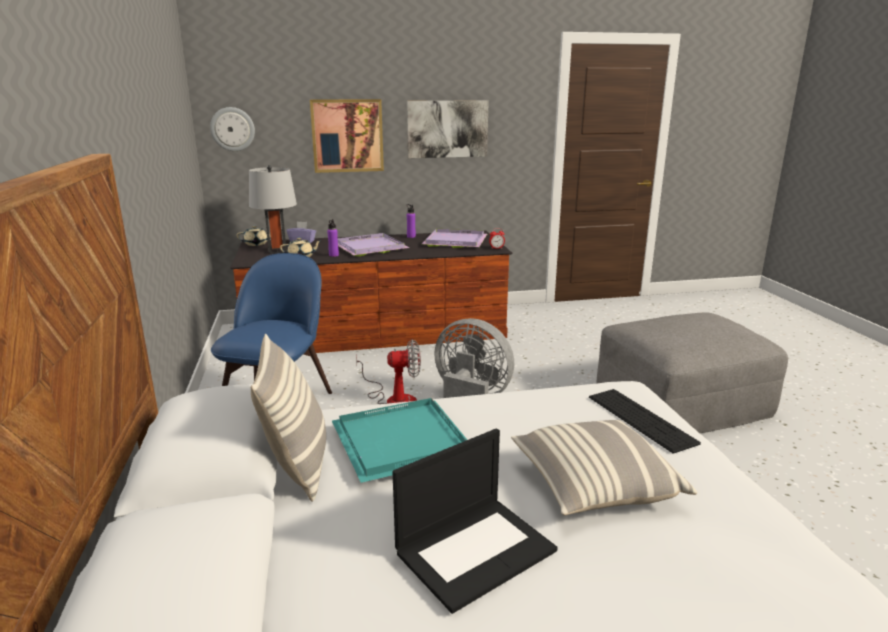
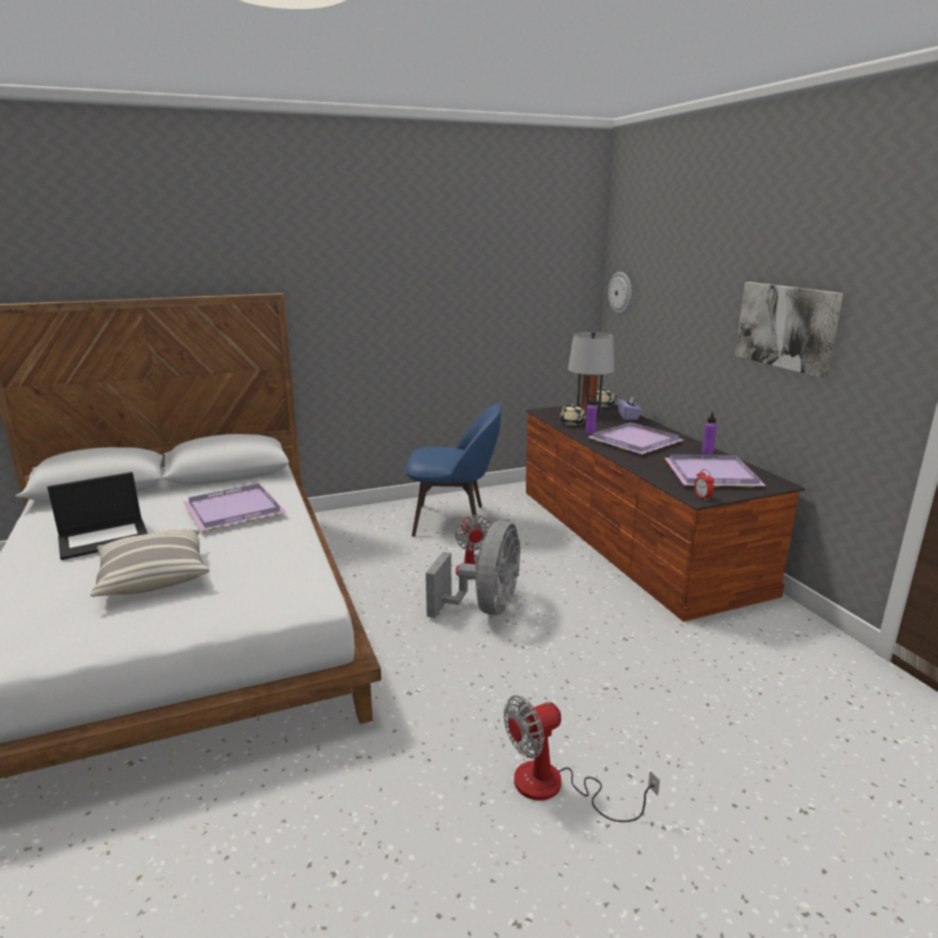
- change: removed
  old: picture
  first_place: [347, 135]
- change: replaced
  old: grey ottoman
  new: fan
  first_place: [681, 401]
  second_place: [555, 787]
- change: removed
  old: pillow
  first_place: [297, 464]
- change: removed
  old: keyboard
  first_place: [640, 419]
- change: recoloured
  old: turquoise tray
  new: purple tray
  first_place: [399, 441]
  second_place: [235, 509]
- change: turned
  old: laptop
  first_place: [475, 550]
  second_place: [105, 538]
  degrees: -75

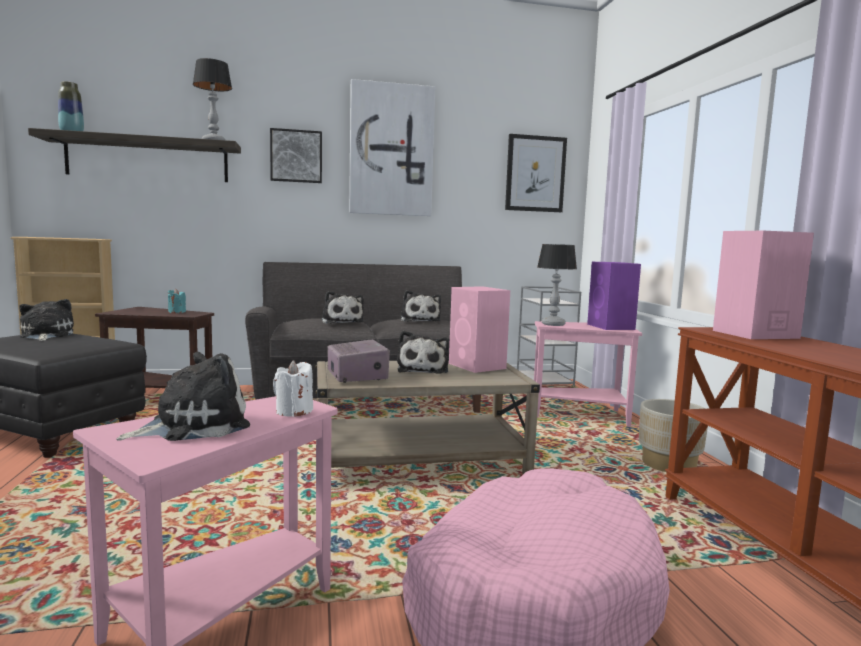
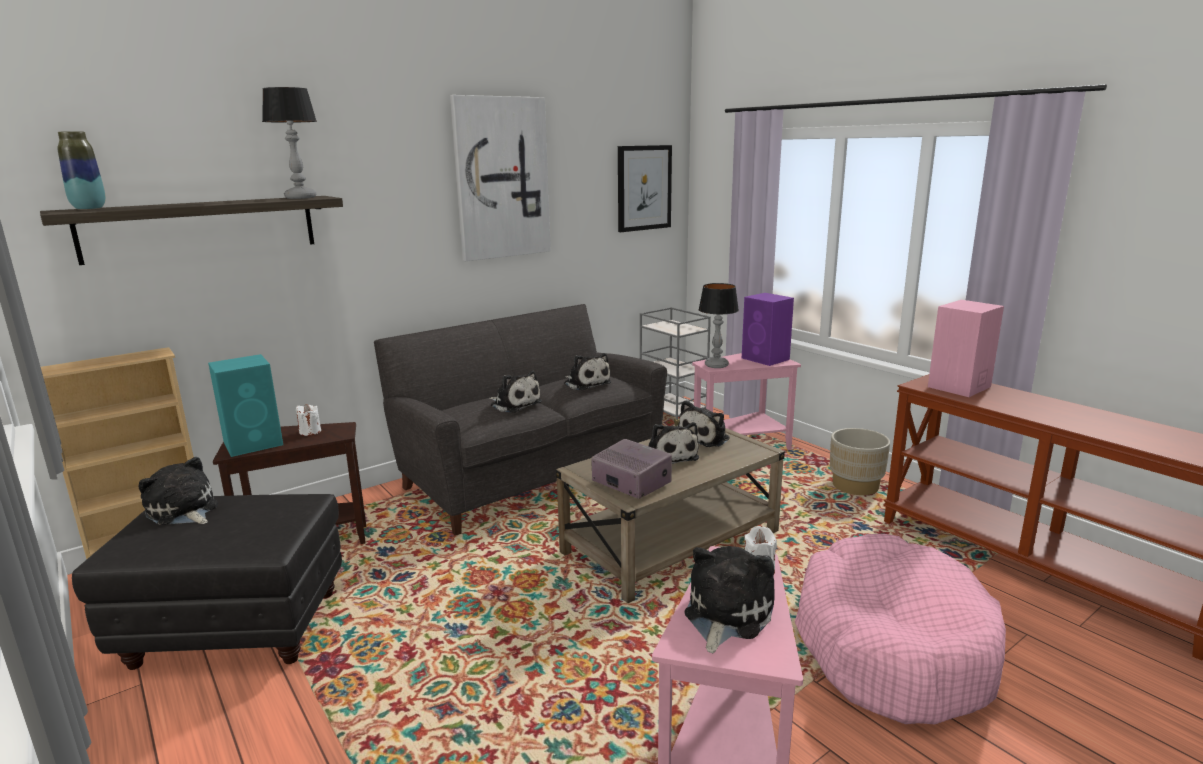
- change: removed
  old: picture
  first_place: [296, 156]
- change: replaced
  old: pink speaker
  new: plush toy
  first_place: [478, 366]
  second_place: [705, 438]
- change: recoloured
  old: turquoise candle
  new: white candle
  first_place: [177, 312]
  second_place: [310, 432]
- change: added
  new: turquoise speaker
  second_place: [255, 443]

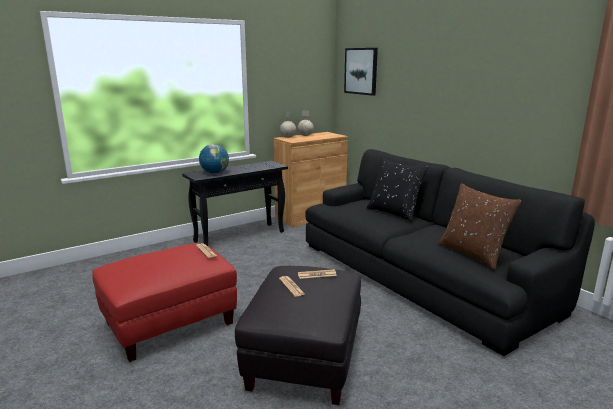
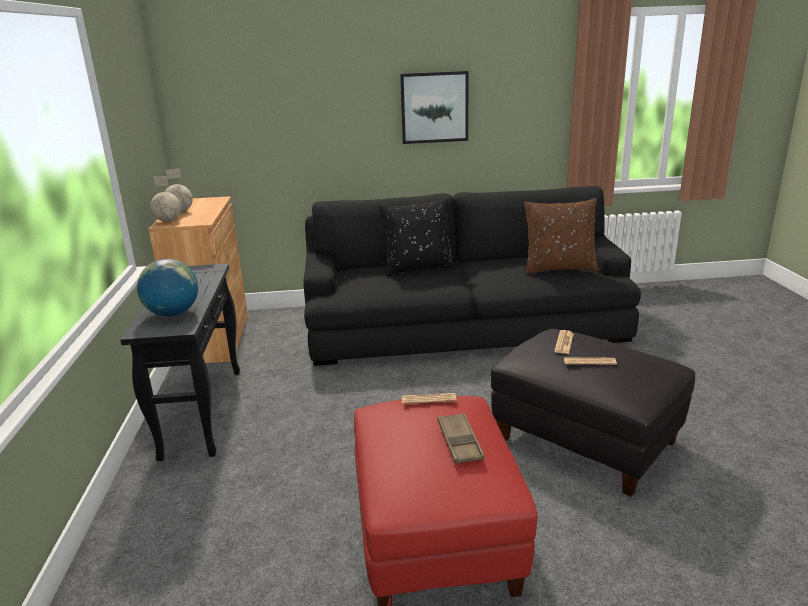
- change: moved
  old: picture
  first_place: [361, 71]
  second_place: [434, 107]
- change: added
  new: brown tray
  second_place: [459, 442]

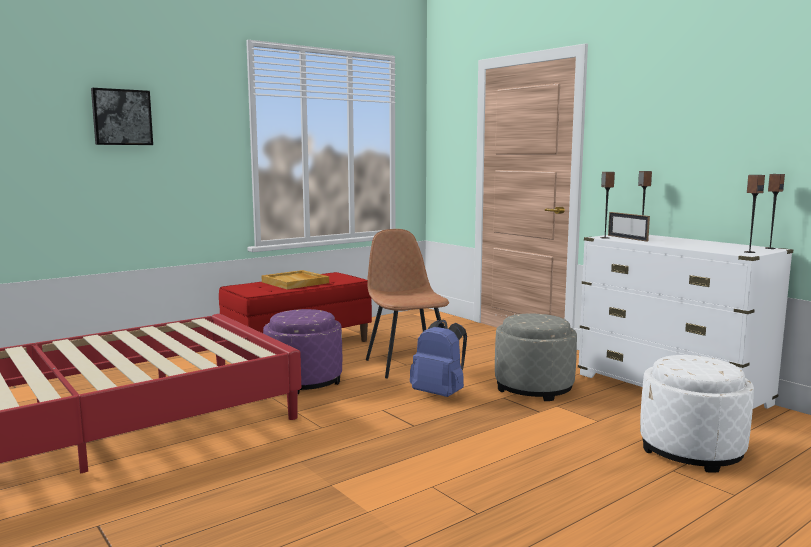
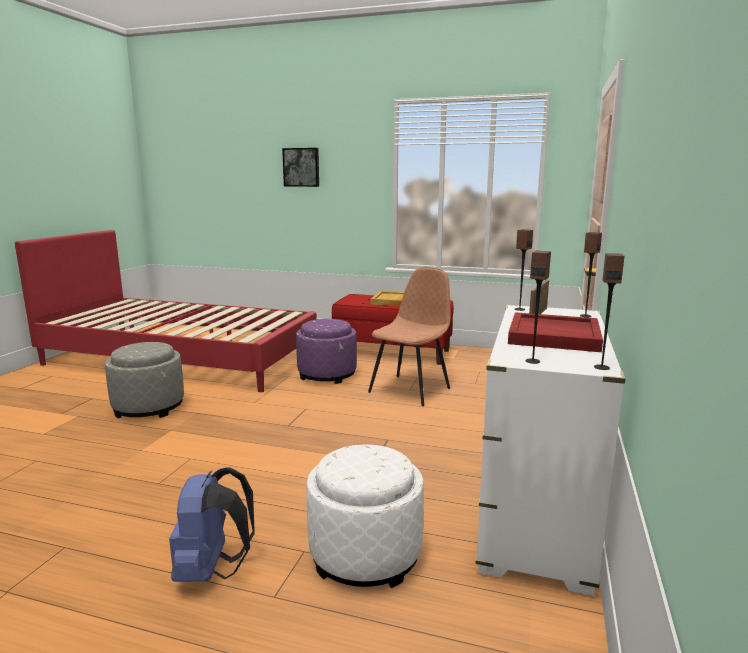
- change: moved
  old: grey ottoman
  first_place: [533, 388]
  second_place: [148, 407]
- change: moved
  old: blue backpack
  first_place: [440, 394]
  second_place: [212, 570]
- change: added
  new: red tray
  second_place: [554, 336]

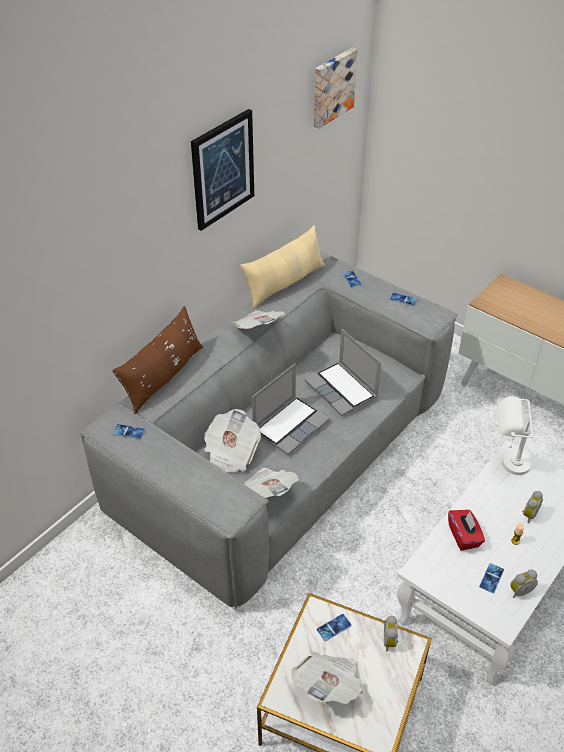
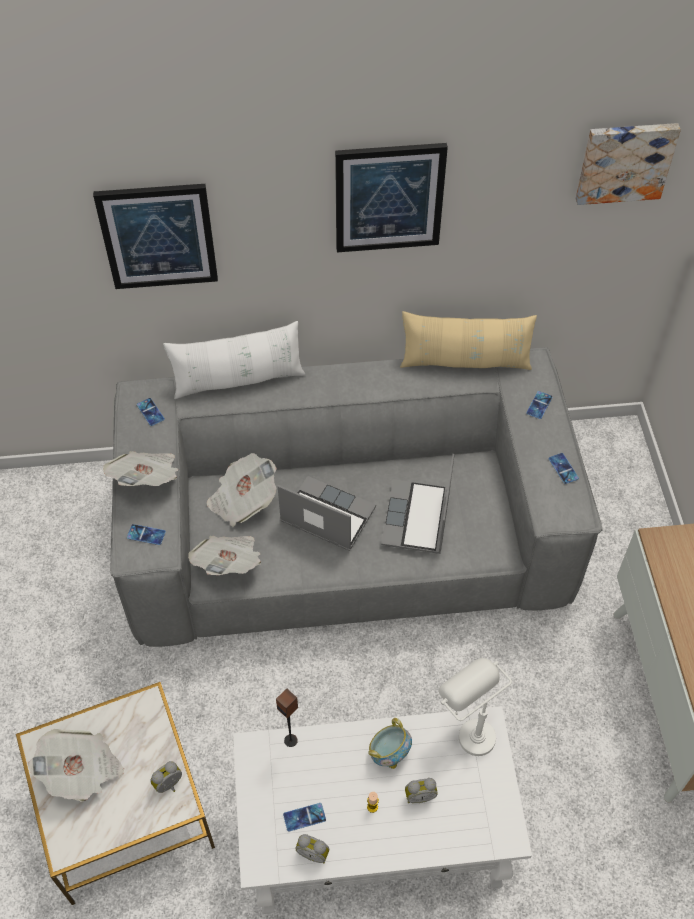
- change: recoloured
  old: brown pillow
  new: white pillow
  first_place: [164, 376]
  second_place: [238, 380]
- change: moved
  old: newspaper
  first_place: [258, 329]
  second_place: [147, 479]
- change: turned
  old: laptop
  first_place: [290, 425]
  second_place: [326, 515]
  degrees: -150
- change: removed
  old: red tissue box
  first_place: [464, 536]
- change: moved
  old: phone
  first_place: [334, 627]
  second_place: [146, 534]
- change: added
  new: picture
  second_place: [158, 236]
- change: added
  new: speaker
  second_place: [291, 740]
- change: added
  new: bowl
  second_place: [389, 753]

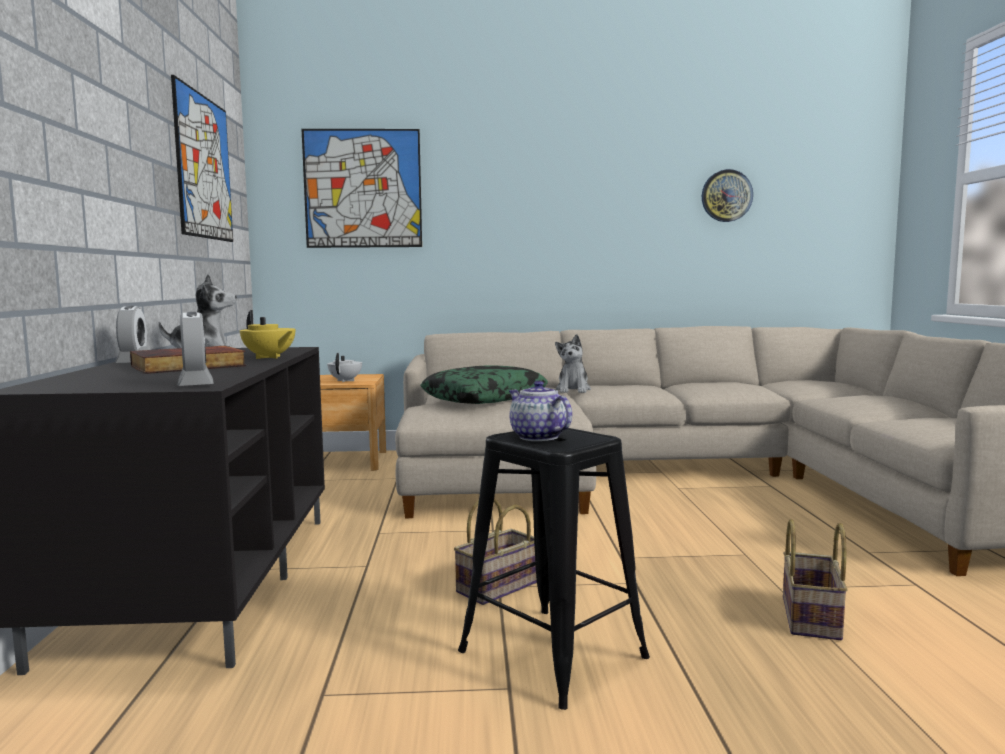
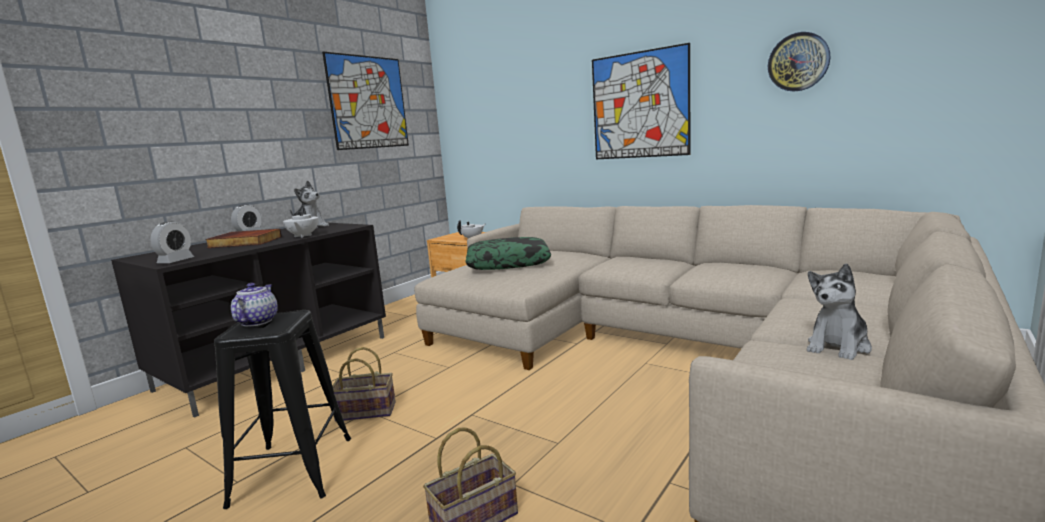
- change: moved
  old: picture
  first_place: [362, 188]
  second_place: [639, 105]
- change: recoloured
  old: yellow teapot
  new: white teapot
  first_place: [269, 357]
  second_place: [303, 236]
- change: moved
  old: plush toy
  first_place: [573, 390]
  second_place: [838, 347]

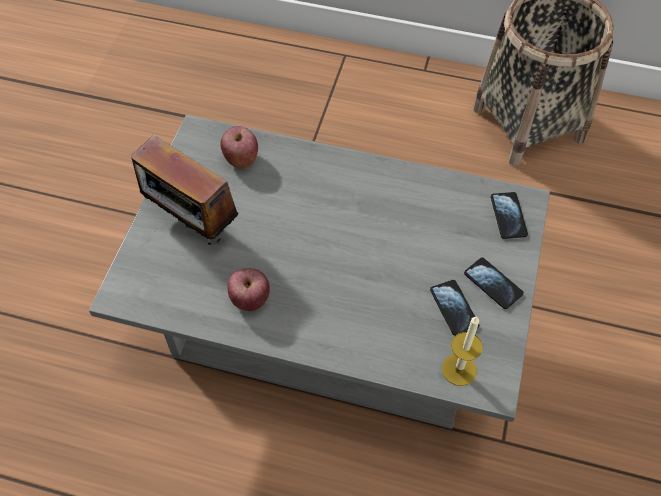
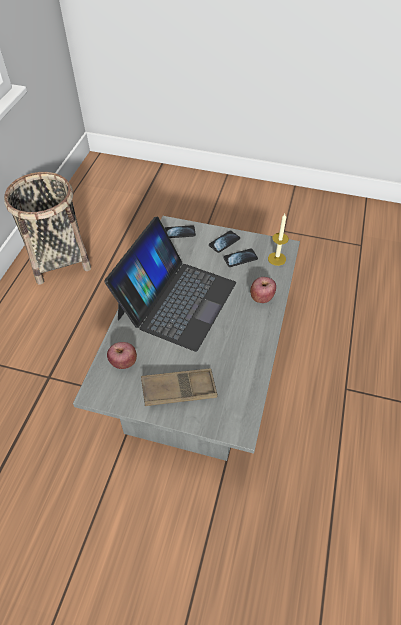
- change: replaced
  old: radio
  new: brown tray
  first_place: [191, 222]
  second_place: [179, 390]
- change: moved
  old: apple
  first_place: [250, 299]
  second_place: [261, 297]
- change: added
  new: laptop
  second_place: [176, 300]

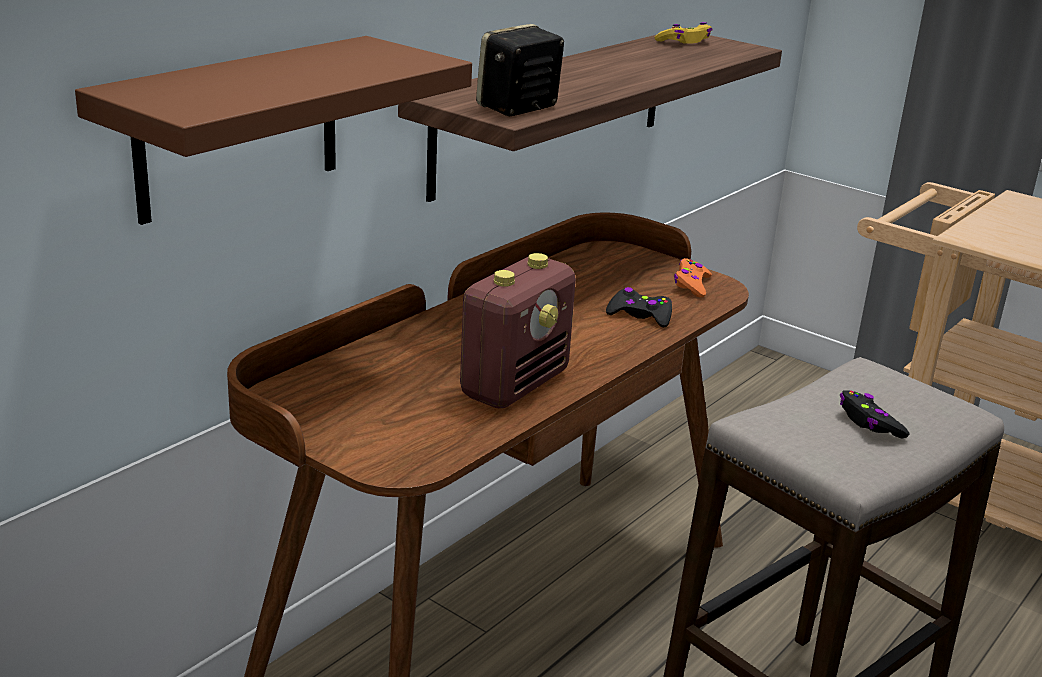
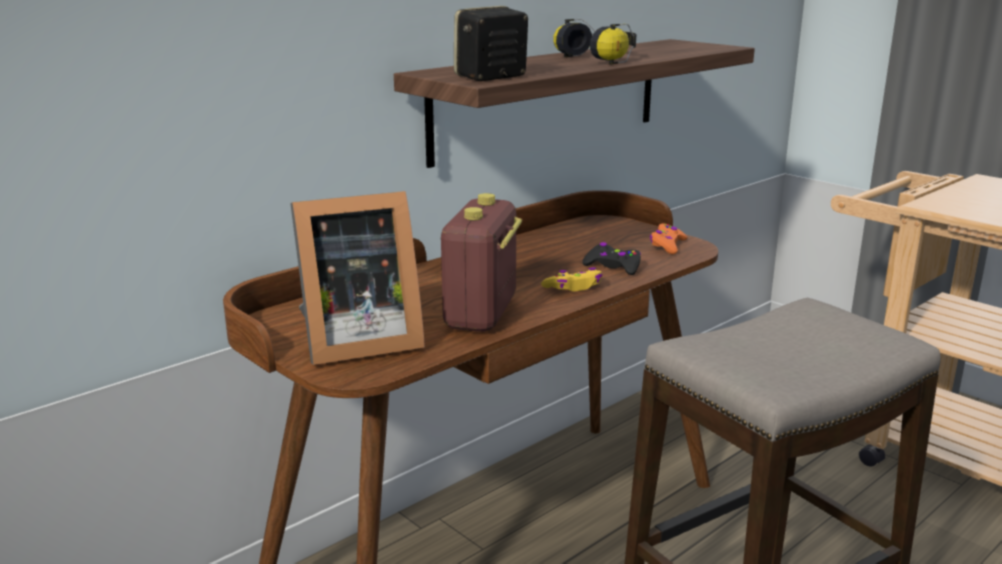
- change: moved
  old: yellow game controller
  first_place: [684, 42]
  second_place: [574, 287]
- change: removed
  old: brown shelf
  first_place: [239, 128]
- change: turned
  old: radio
  first_place: [515, 384]
  second_place: [481, 314]
  degrees: 150
- change: removed
  old: black game controller
  first_place: [869, 423]
- change: added
  new: headphones
  second_place: [600, 59]
- change: added
  new: picture frame
  second_place: [355, 342]

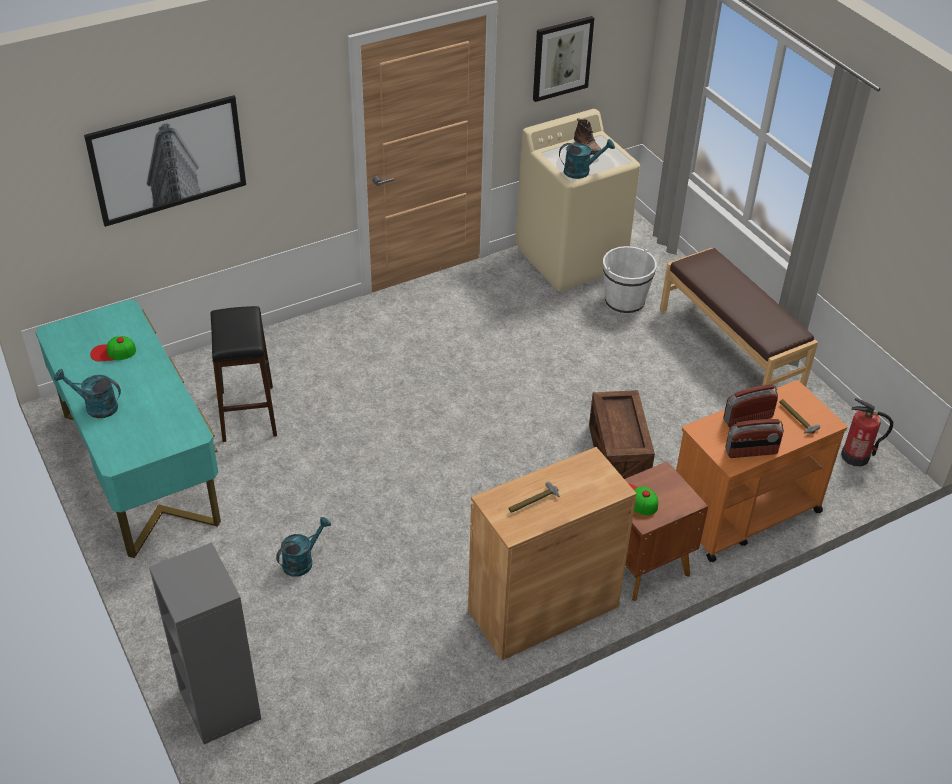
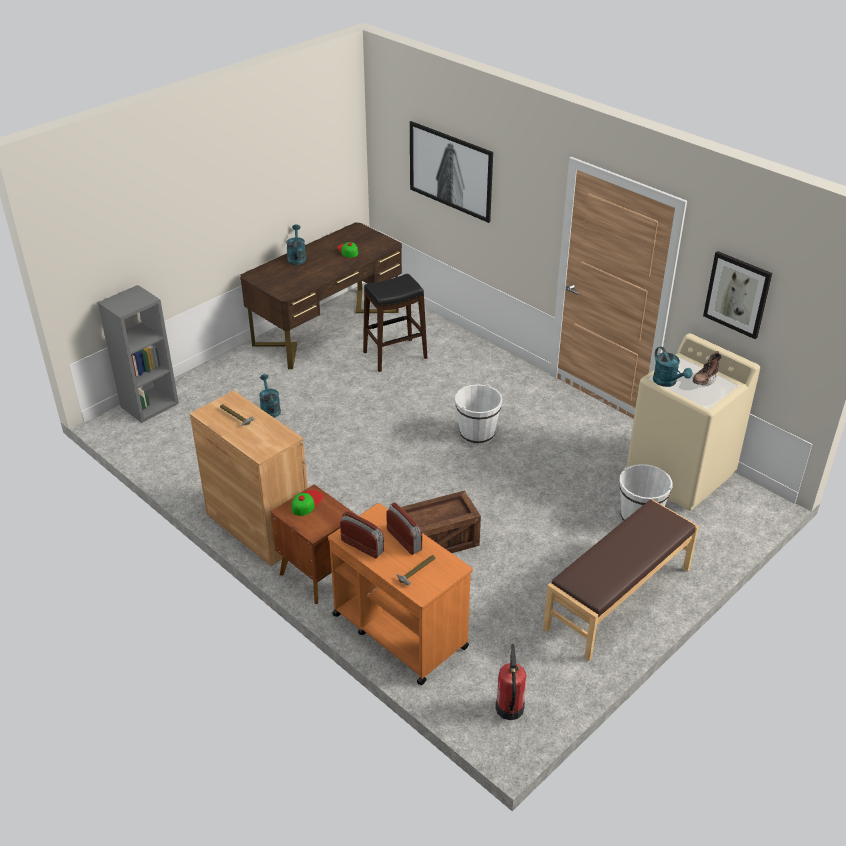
- change: recoloured
  old: turquoise desk
  new: brown desk
  first_place: [140, 467]
  second_place: [327, 328]
- change: turned
  old: radio
  first_place: [751, 452]
  second_place: [362, 546]
  degrees: 150
- change: turned
  old: turquoise watering can
  first_place: [302, 561]
  second_place: [269, 409]
  degrees: -135
- change: added
  new: white bucket
  second_place: [477, 434]

